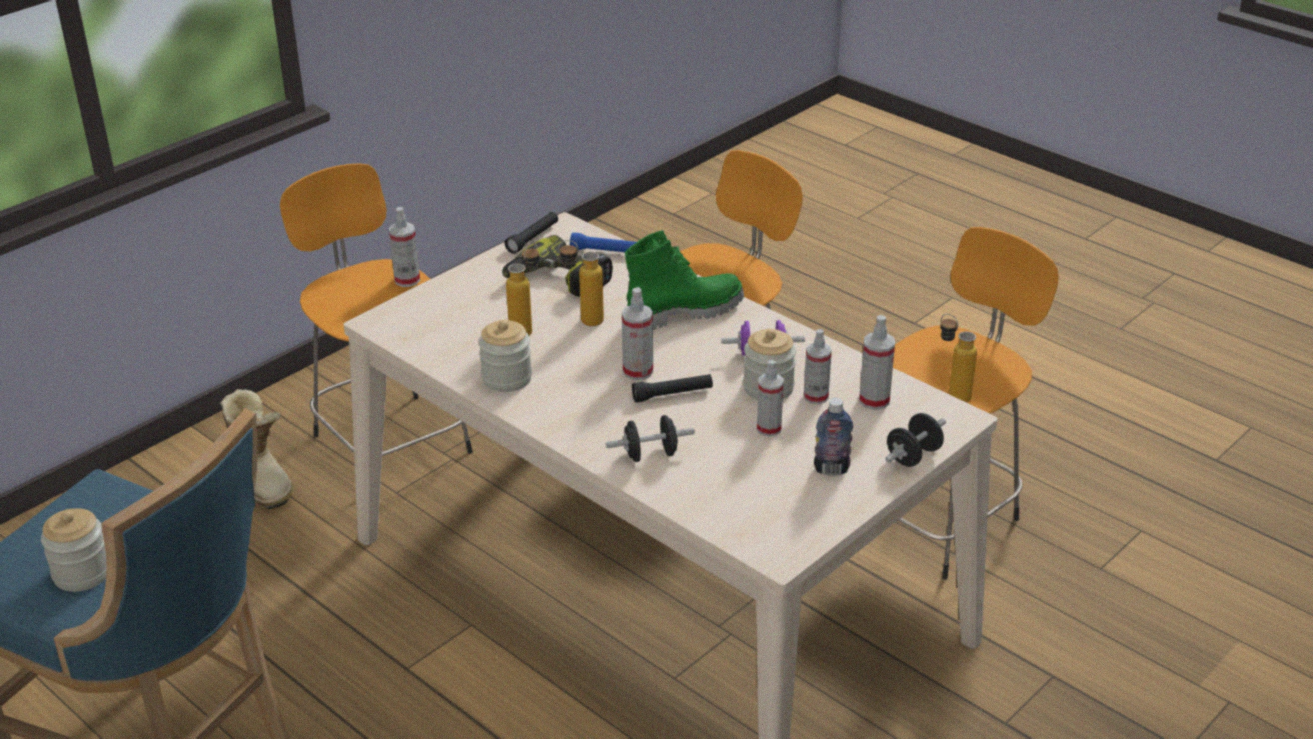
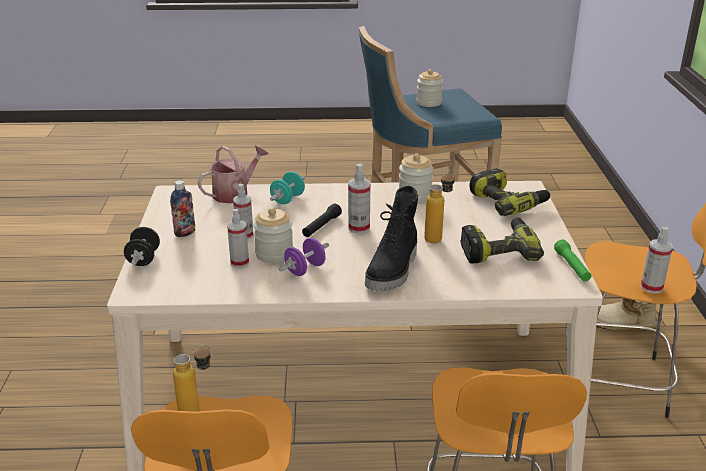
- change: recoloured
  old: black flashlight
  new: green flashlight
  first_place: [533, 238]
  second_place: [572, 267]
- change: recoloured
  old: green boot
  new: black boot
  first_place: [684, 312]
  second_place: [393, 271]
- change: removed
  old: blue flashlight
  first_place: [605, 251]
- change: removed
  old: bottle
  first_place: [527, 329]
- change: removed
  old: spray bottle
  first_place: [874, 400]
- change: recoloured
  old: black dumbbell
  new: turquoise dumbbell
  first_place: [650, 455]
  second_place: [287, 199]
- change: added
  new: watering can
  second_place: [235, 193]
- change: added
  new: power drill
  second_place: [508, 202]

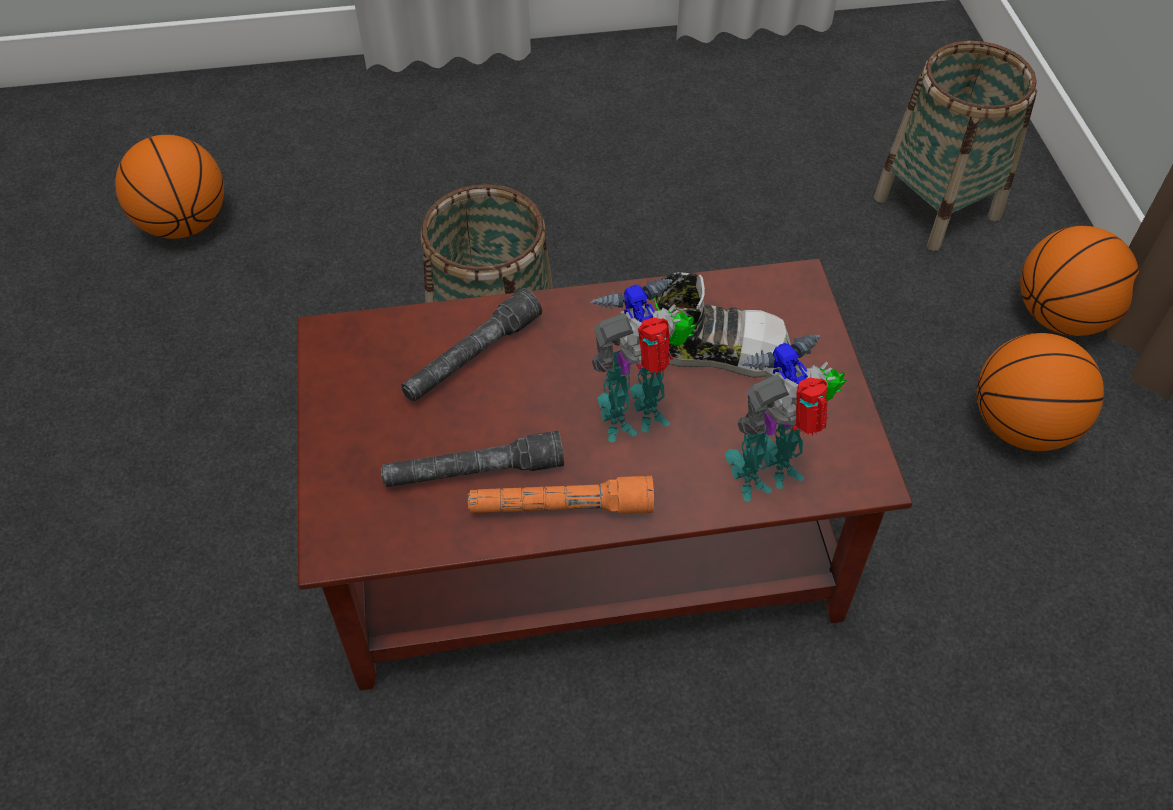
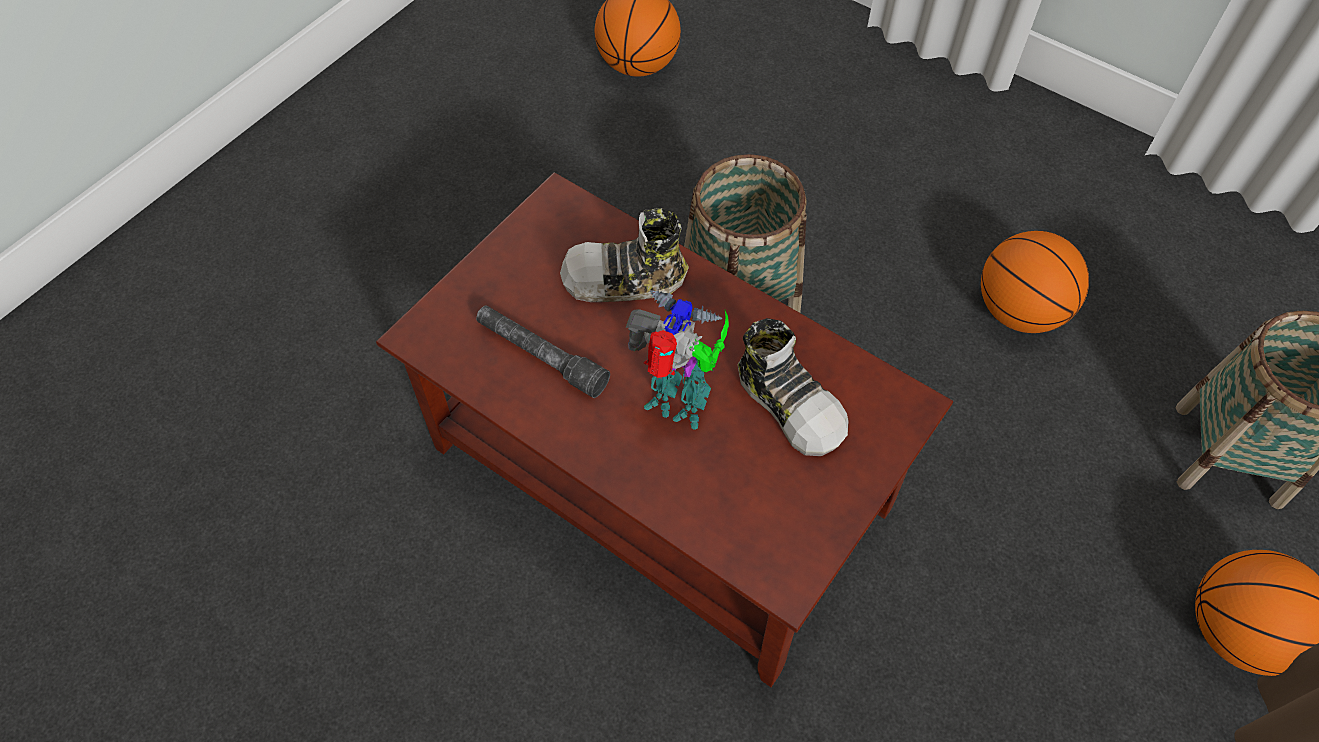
- change: replaced
  old: grey flashlight
  new: shoe
  first_place: [472, 357]
  second_place: [624, 280]
- change: moved
  old: basketball
  first_place: [1021, 426]
  second_place: [1019, 311]
- change: removed
  old: toy robot
  first_place: [769, 474]
- change: removed
  old: orange flashlight
  first_place: [560, 507]

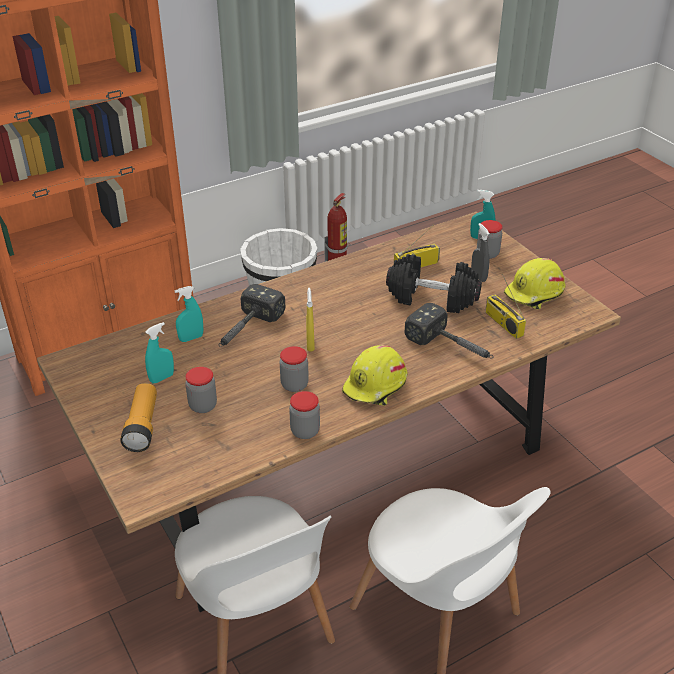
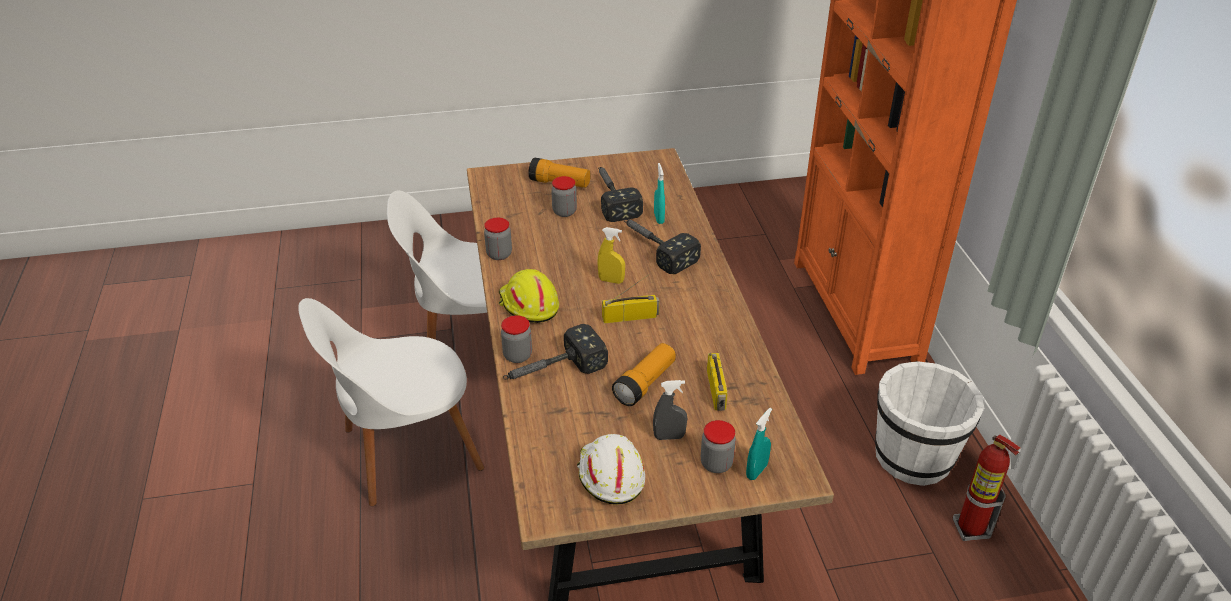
- change: replaced
  old: black dumbbell
  new: flashlight
  first_place: [432, 298]
  second_place: [645, 383]
- change: recoloured
  old: yellow hard hat
  new: white hard hat
  first_place: [535, 294]
  second_place: [609, 475]
- change: moved
  old: radio
  first_place: [502, 323]
  second_place: [630, 316]
- change: replaced
  old: turquoise spray bottle
  new: hammer
  first_place: [162, 378]
  second_place: [612, 198]
- change: moved
  old: jar
  first_place: [294, 385]
  second_place: [517, 356]

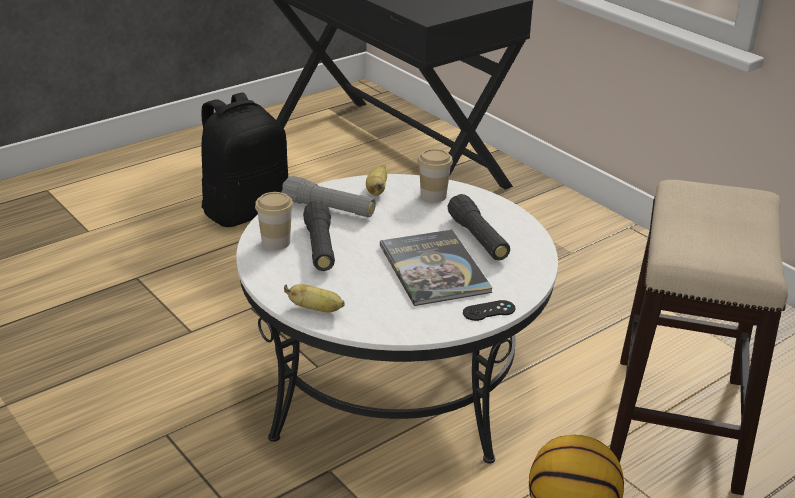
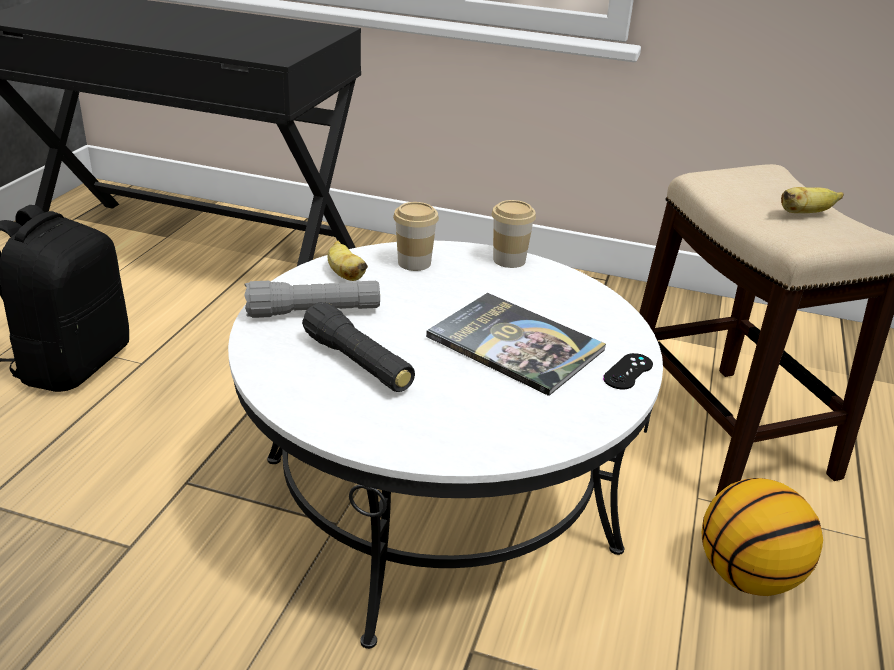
- change: moved
  old: cup
  first_place: [276, 242]
  second_place: [509, 260]
- change: removed
  old: black flashlight
  first_place: [478, 239]
- change: moved
  old: banana
  first_place: [316, 309]
  second_place: [805, 213]

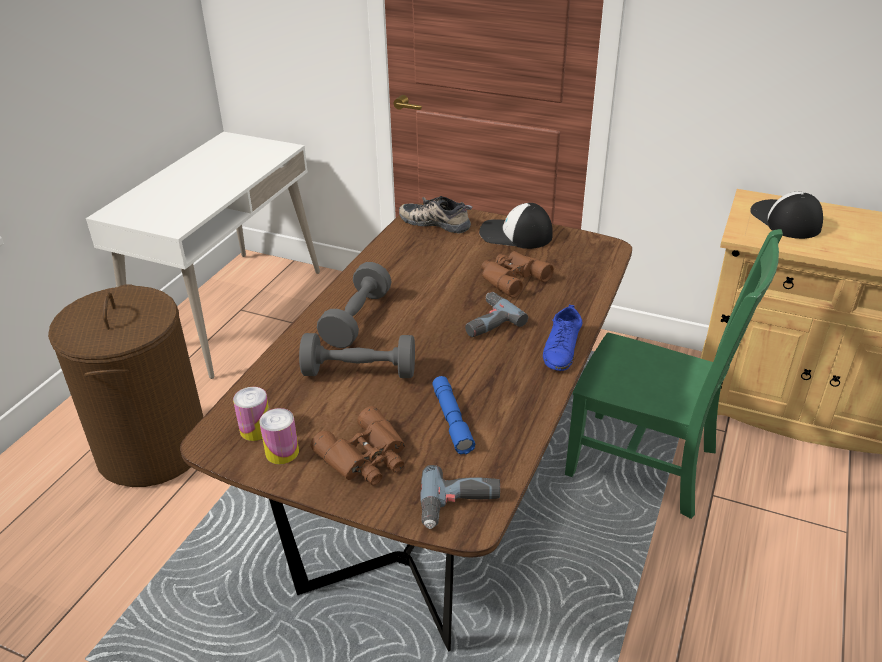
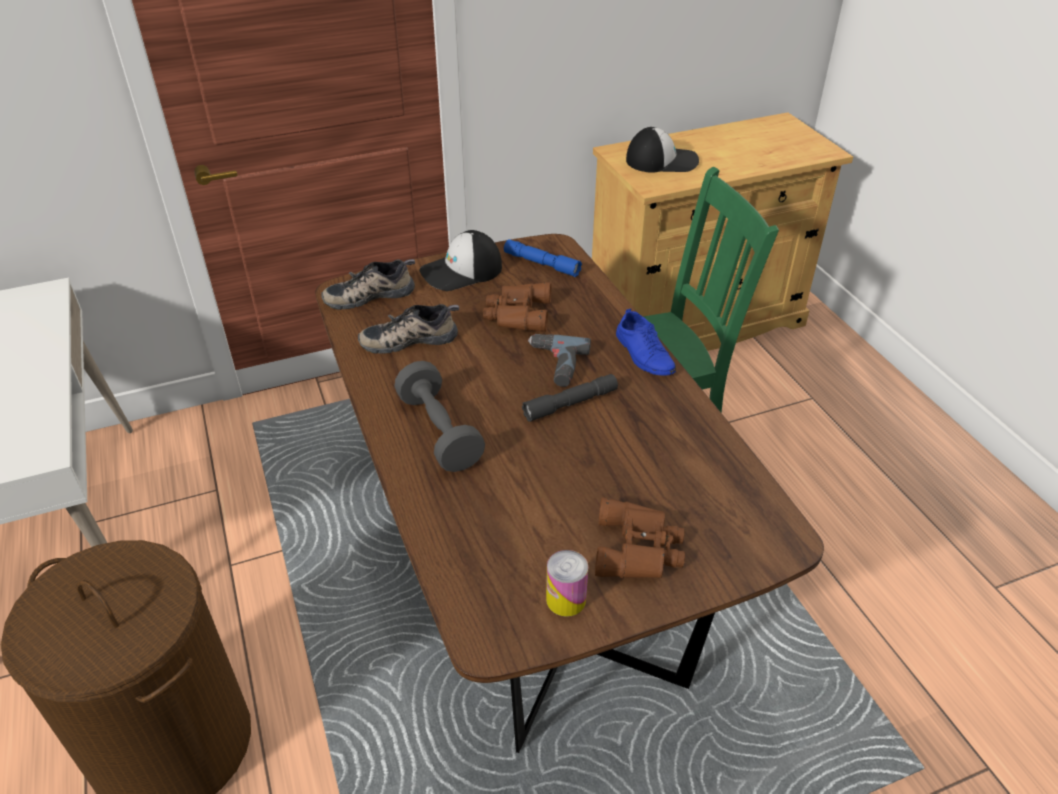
- change: turned
  old: cap
  first_place: [785, 220]
  second_place: [662, 160]
  degrees: 150
- change: removed
  old: grey dumbbell
  first_place: [359, 372]
- change: moved
  old: blue flashlight
  first_place: [452, 420]
  second_place: [541, 264]
- change: removed
  old: can
  first_place: [256, 429]
- change: removed
  old: power drill
  first_place: [460, 506]
- change: added
  new: shoe
  second_place: [410, 338]
- change: added
  new: grey flashlight
  second_place: [570, 404]

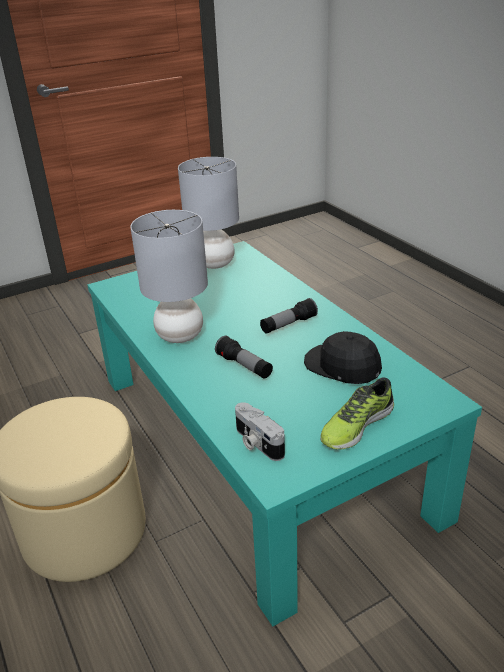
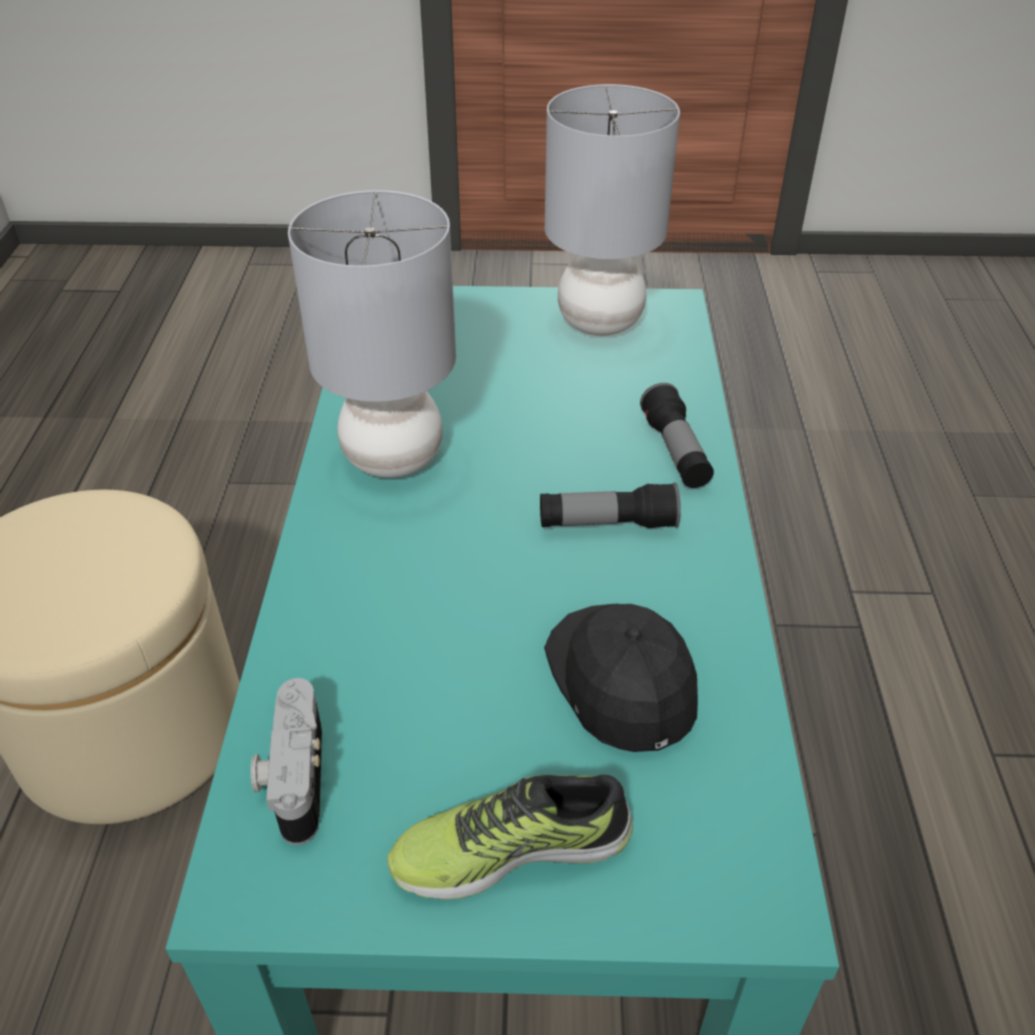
- change: moved
  old: flashlight
  first_place: [244, 366]
  second_place: [675, 452]

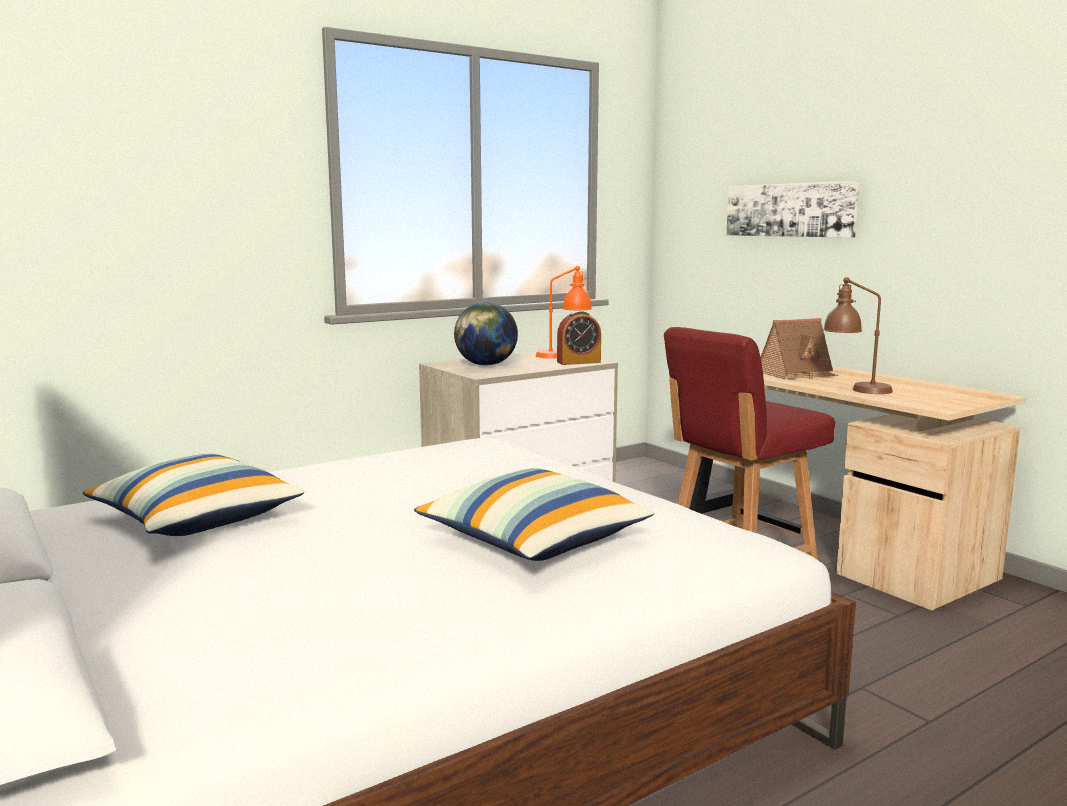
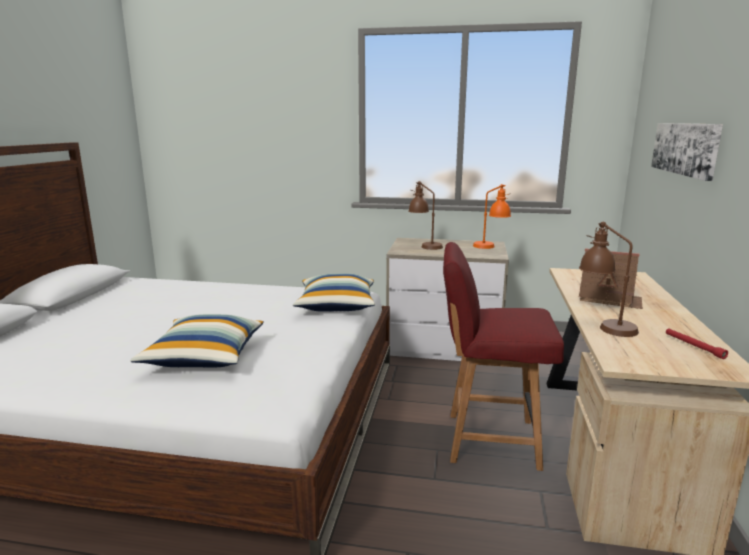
- change: replaced
  old: globe
  new: brown table lamp
  first_place: [485, 365]
  second_place: [424, 245]
- change: removed
  old: alarm clock
  first_place: [578, 362]
- change: moved
  old: pillow
  first_place: [196, 520]
  second_place: [336, 305]
- change: added
  new: red flashlight
  second_place: [693, 346]

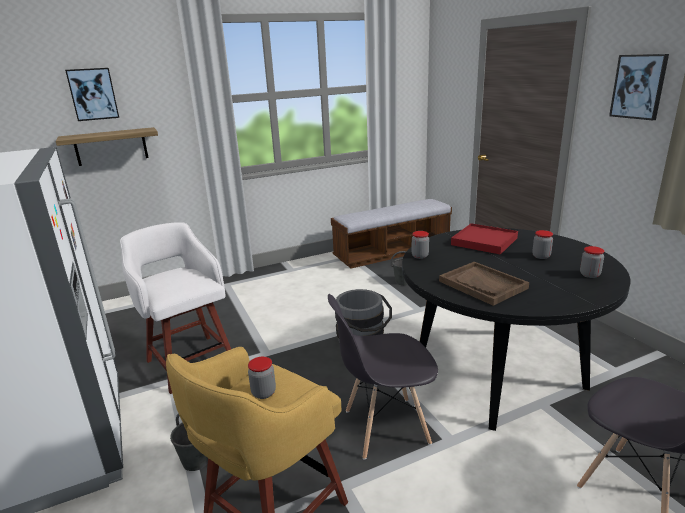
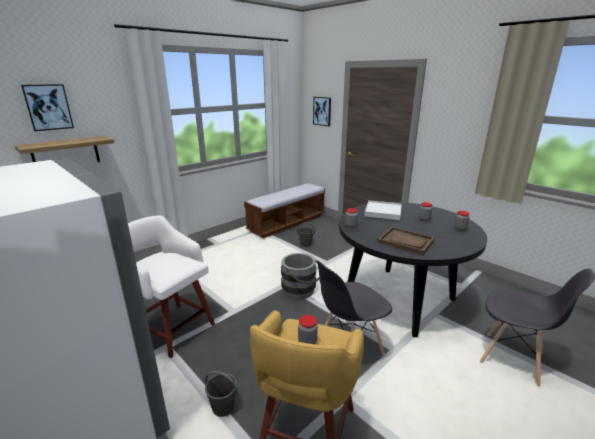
- change: moved
  old: picture
  first_place: [638, 86]
  second_place: [322, 111]
- change: recoloured
  old: red tray
  new: white tray
  first_place: [484, 241]
  second_place: [383, 212]

